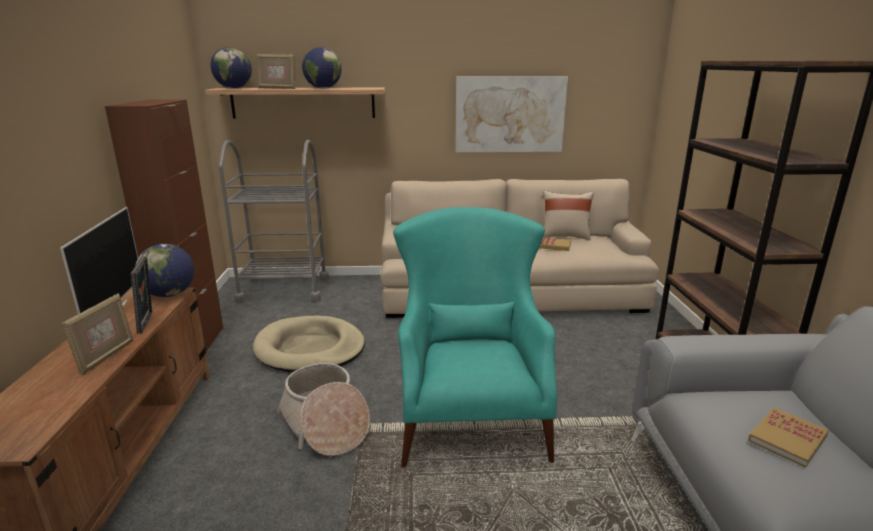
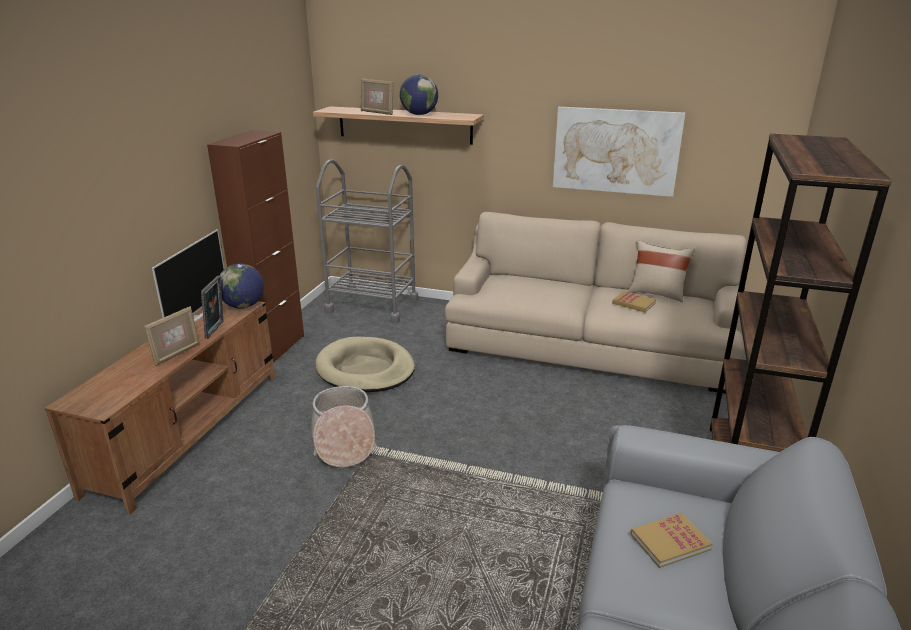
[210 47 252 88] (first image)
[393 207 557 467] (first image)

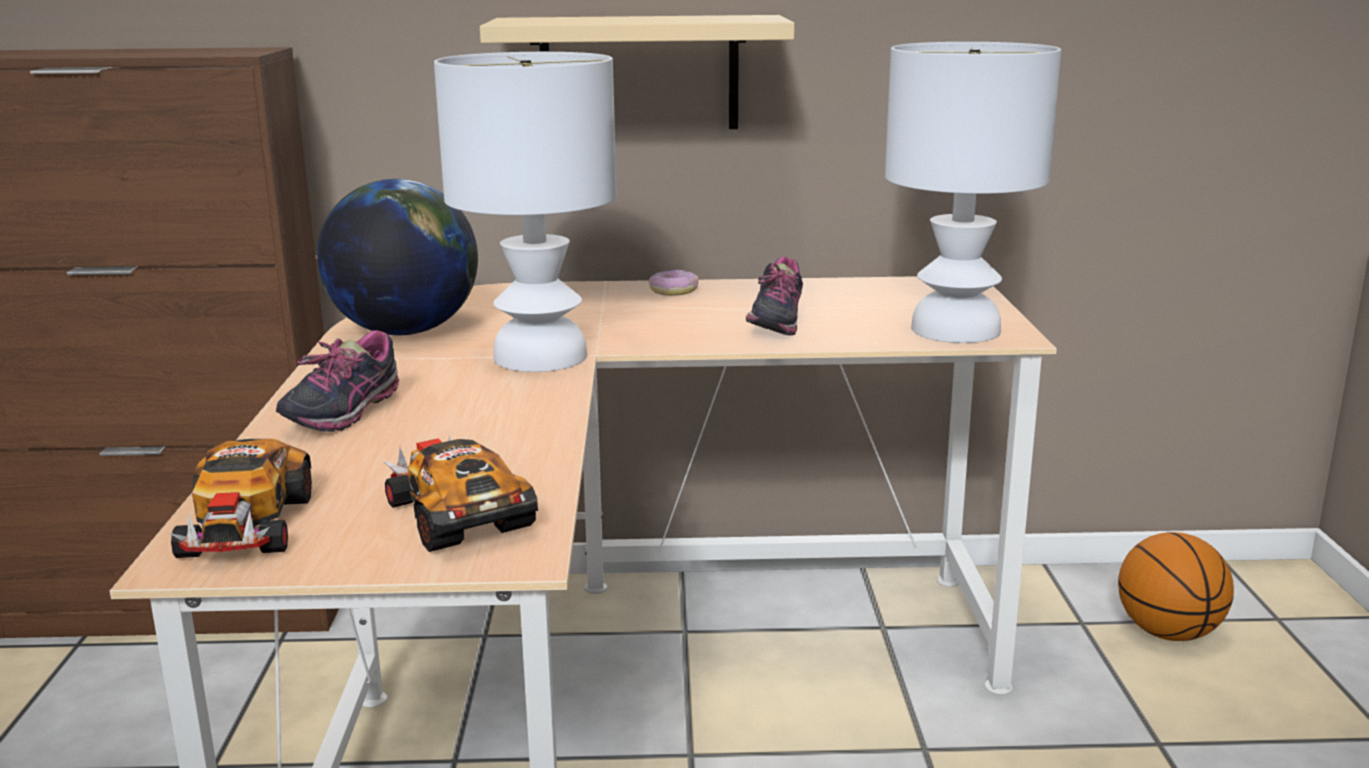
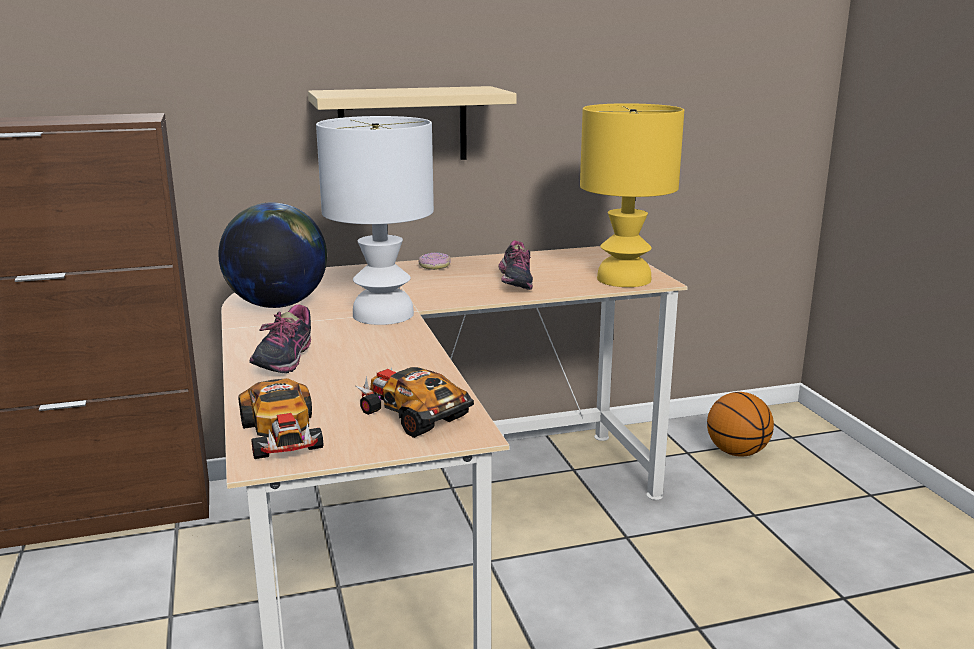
[580 103 684 287]

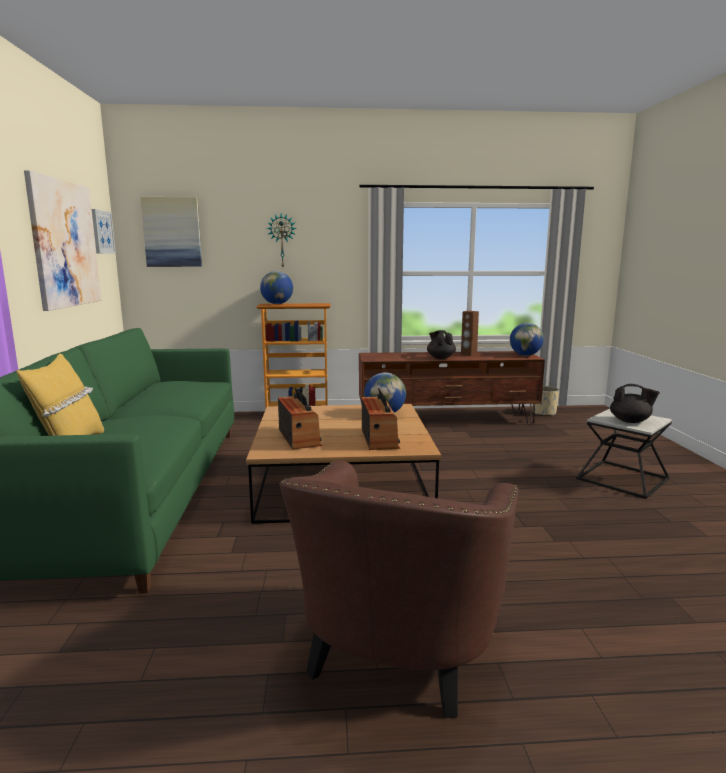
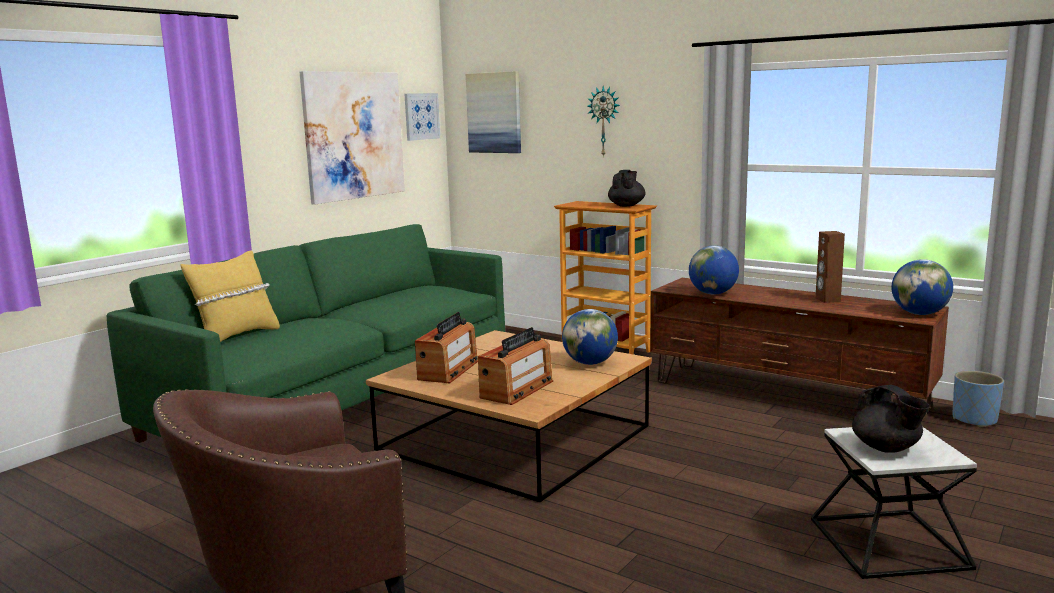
[689 245 739 295]
[608 170 646 207]
[953 371 1004 427]

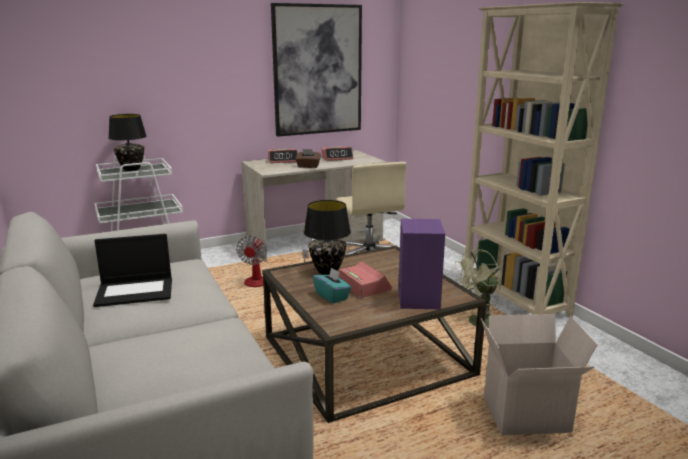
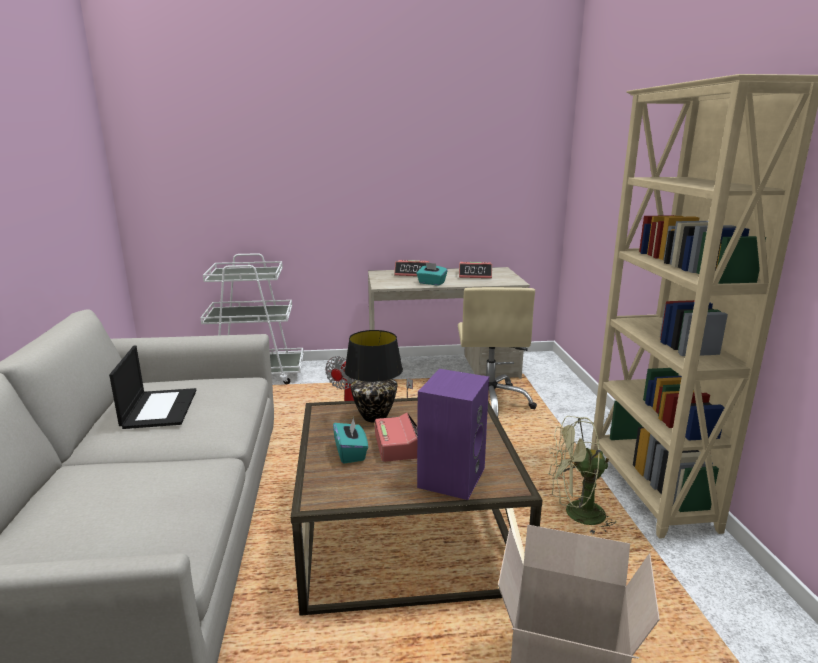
[271 3 362 137] (first image)
[108 114 147 171] (first image)
[416 262 448 285]
[109 346 197 429]

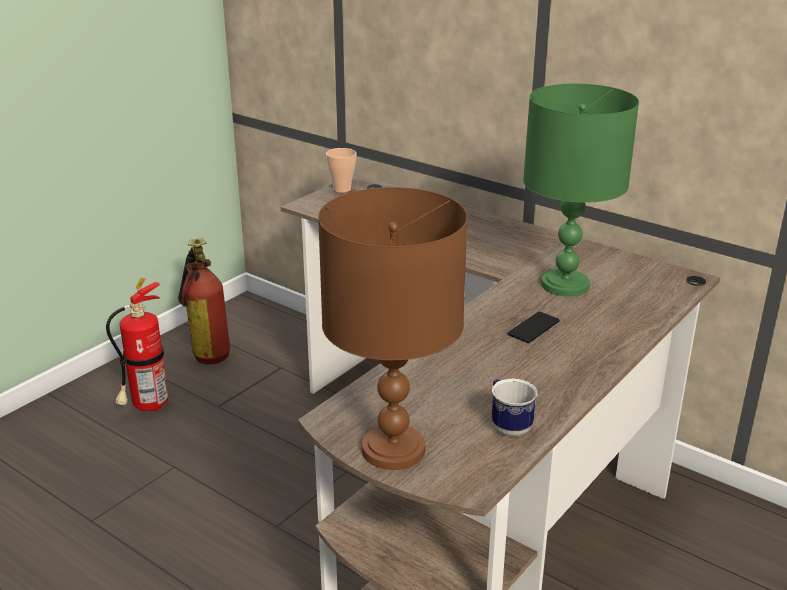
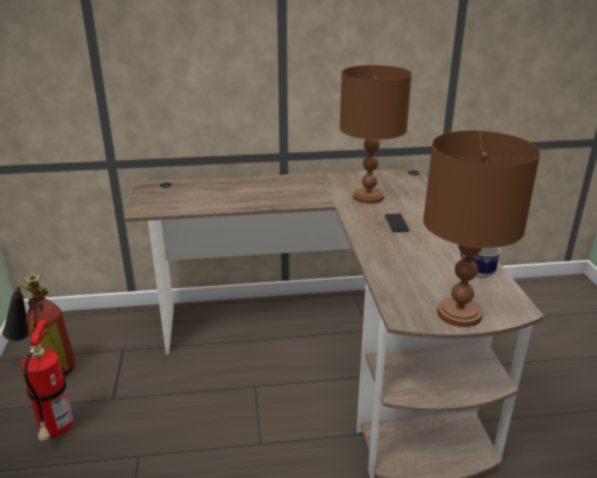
[340 65 412 204]
[326 148 357 193] (first image)

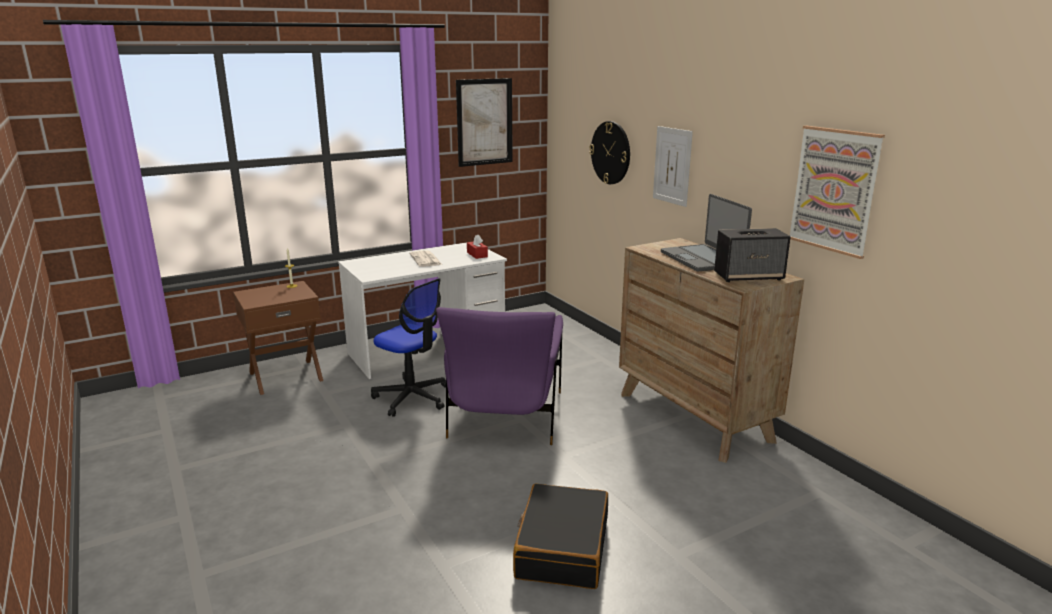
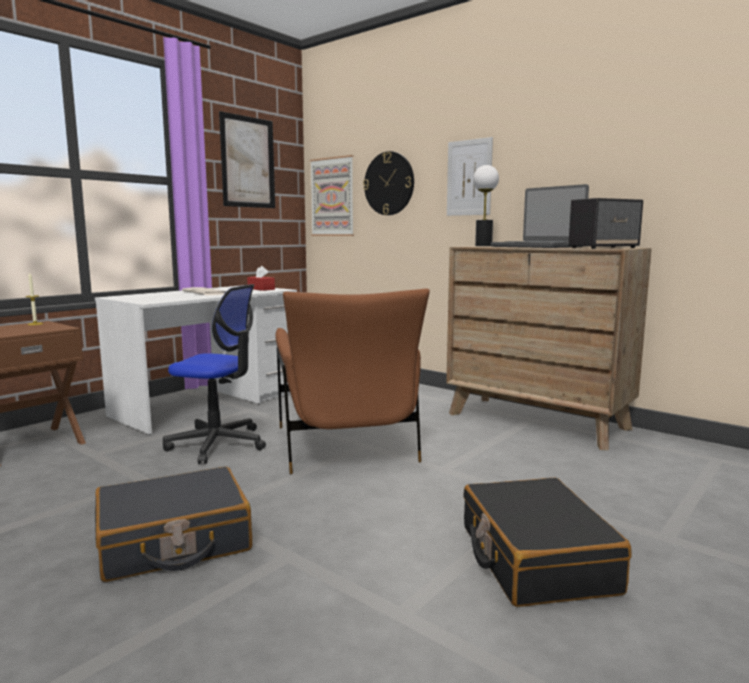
[310 155 354 236]
[275 288 430 474]
[473 165 499 246]
[95 467 252 582]

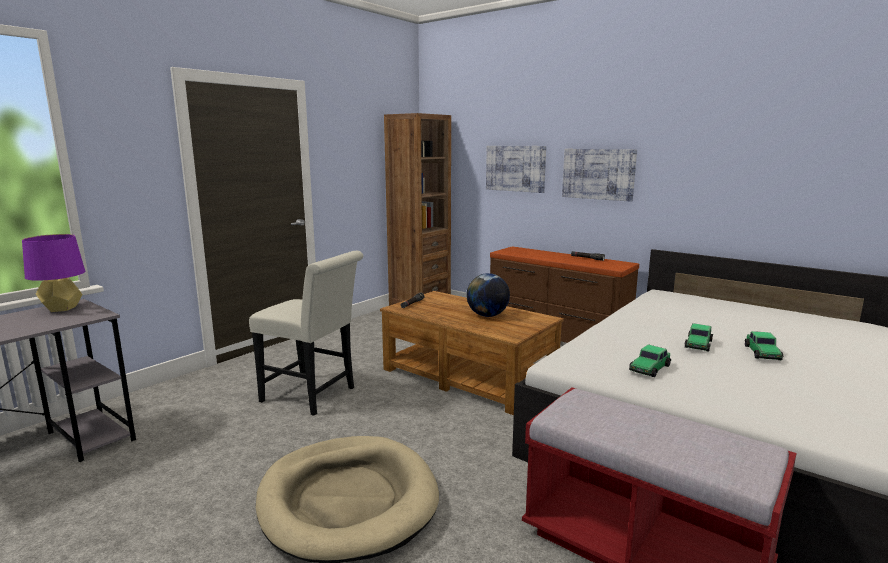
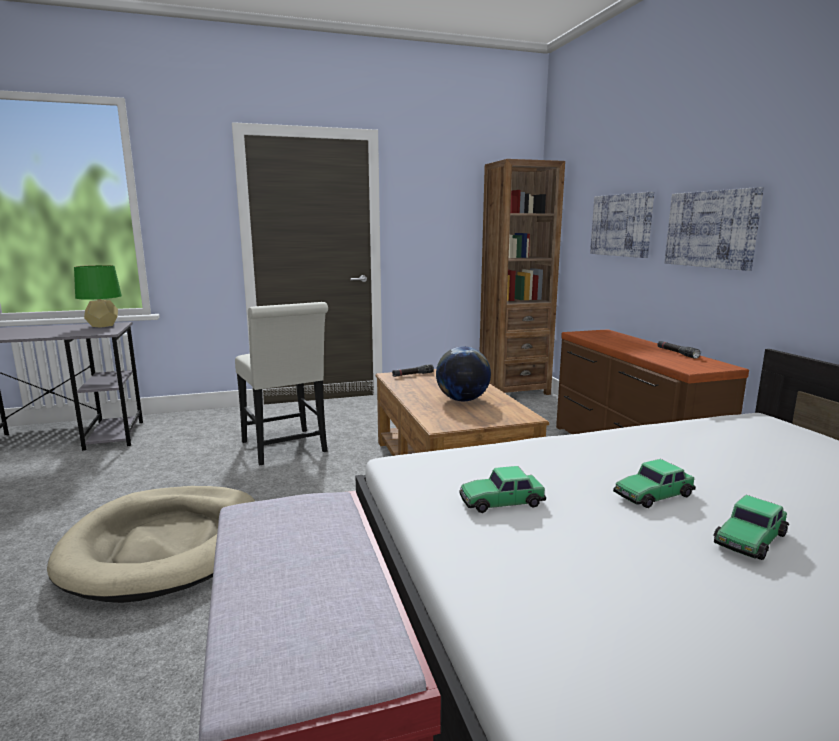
[74 265 122 327]

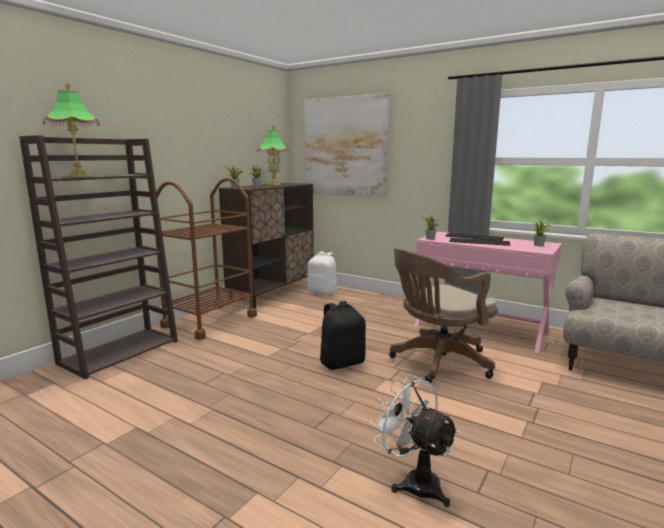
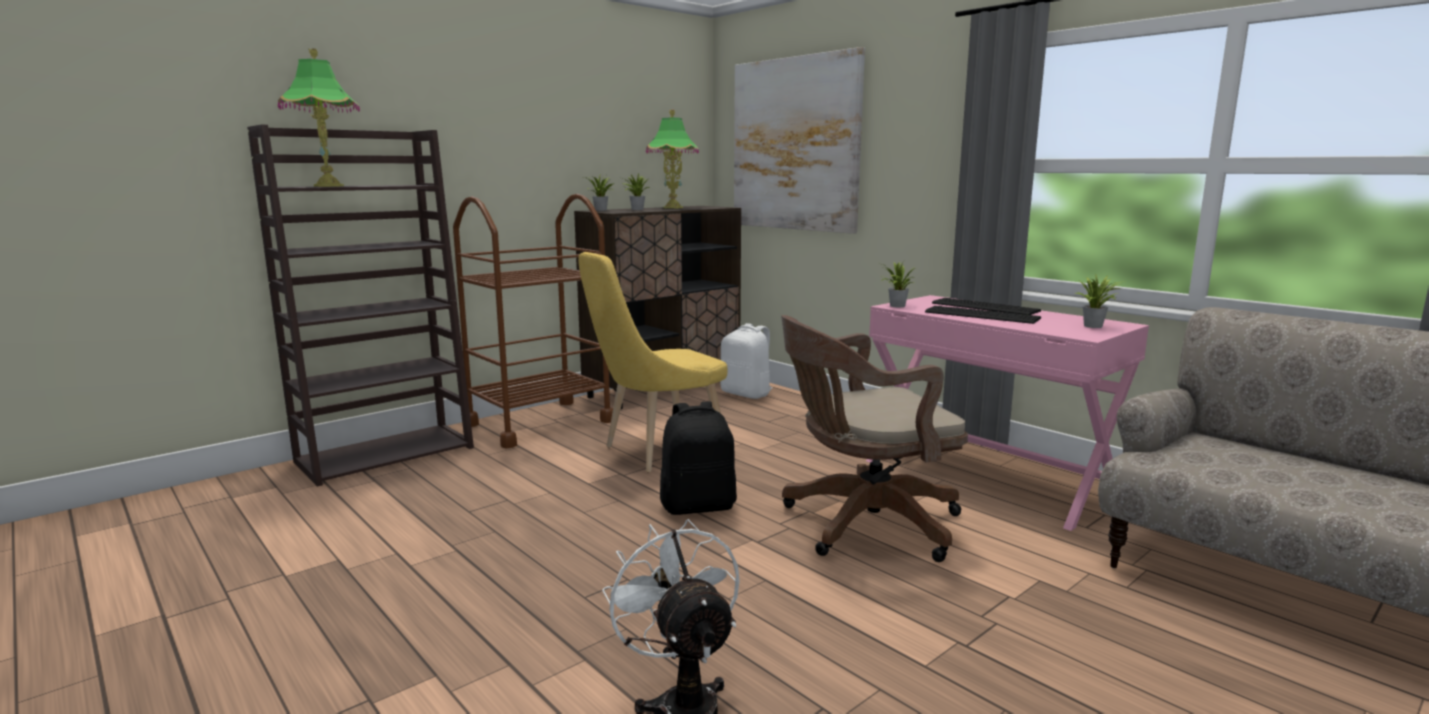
[578 252 727 473]

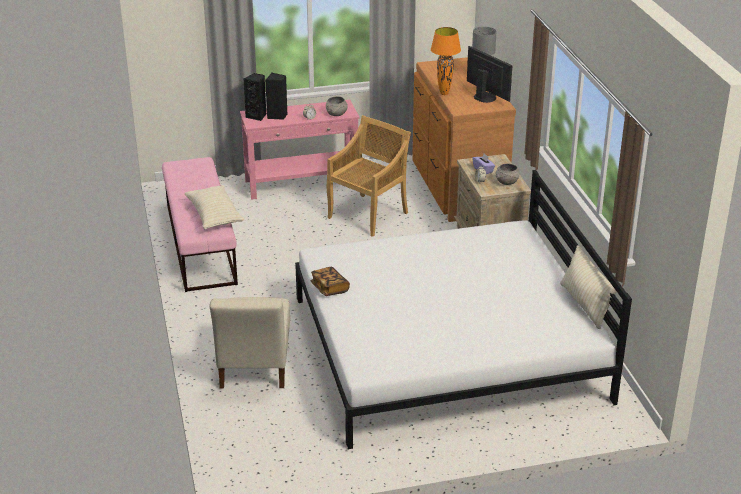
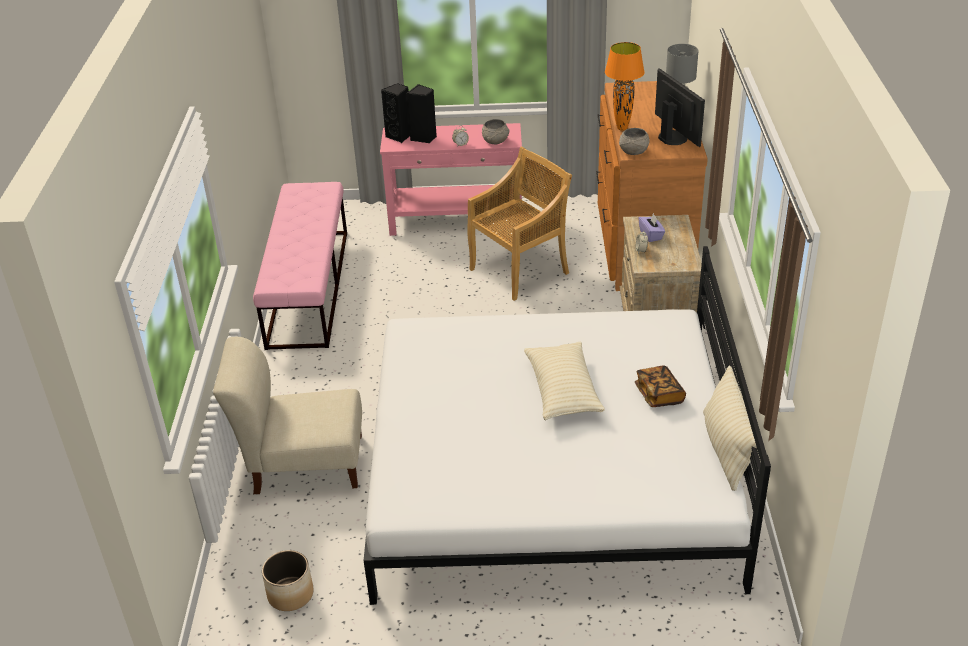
[619 128 650 155]
[524 342 605 420]
[635 365 686 407]
[213 337 362 494]
[262 550 313 611]

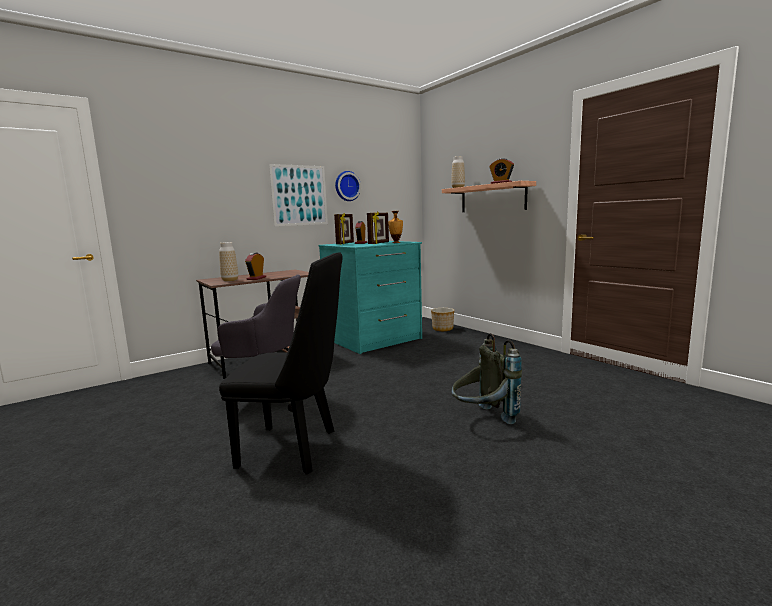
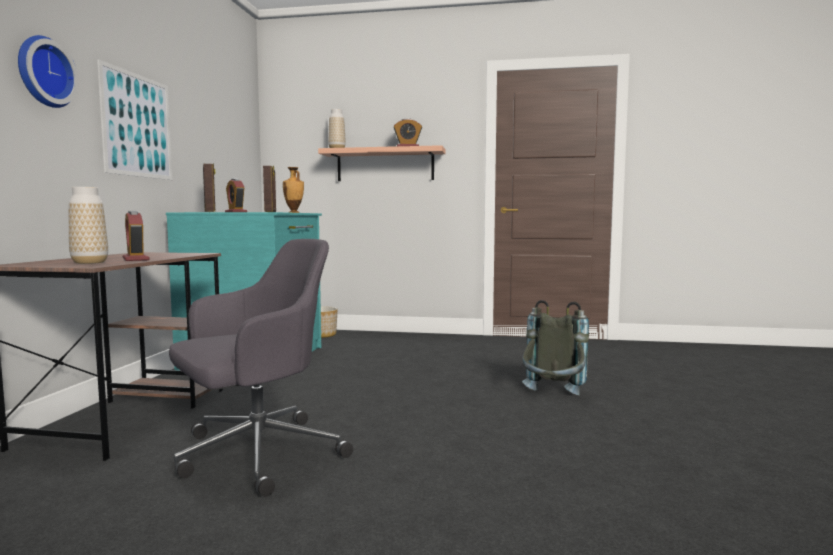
[18 35 79 108]
[219 252 342 475] (first image)

